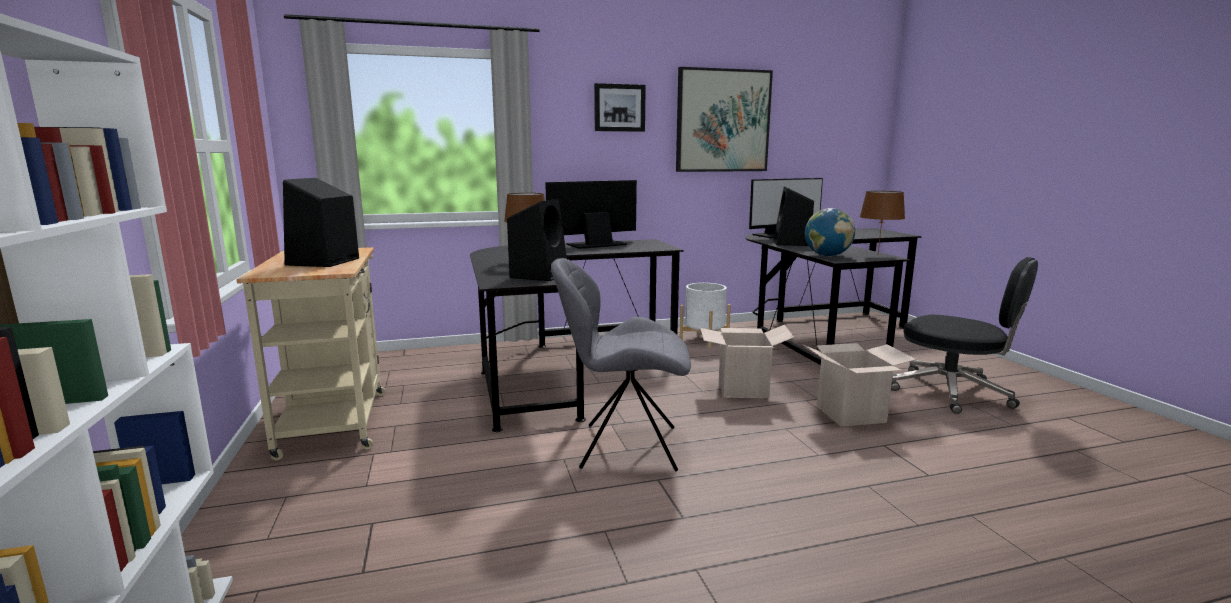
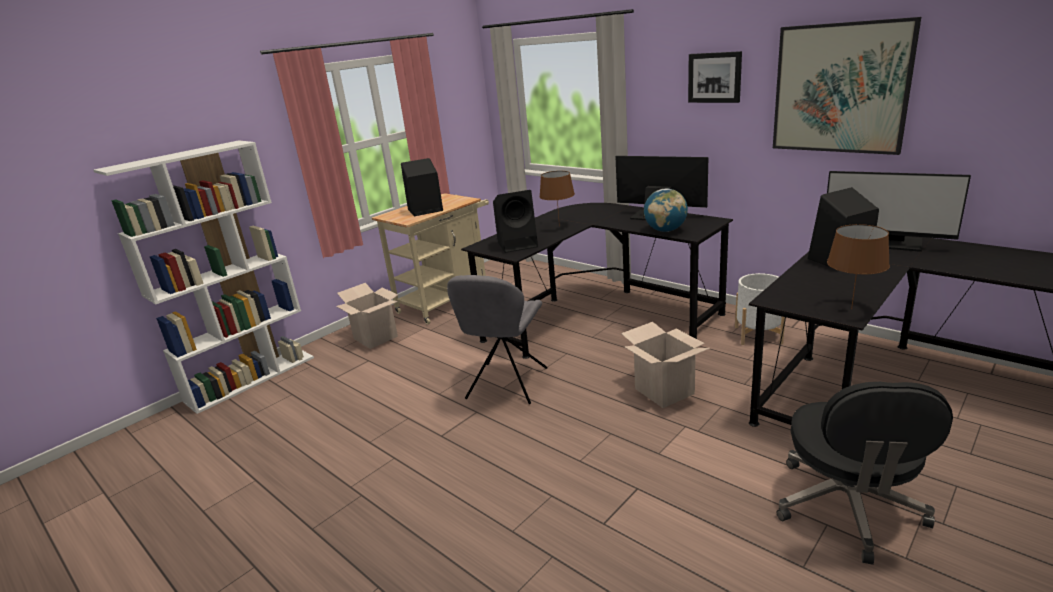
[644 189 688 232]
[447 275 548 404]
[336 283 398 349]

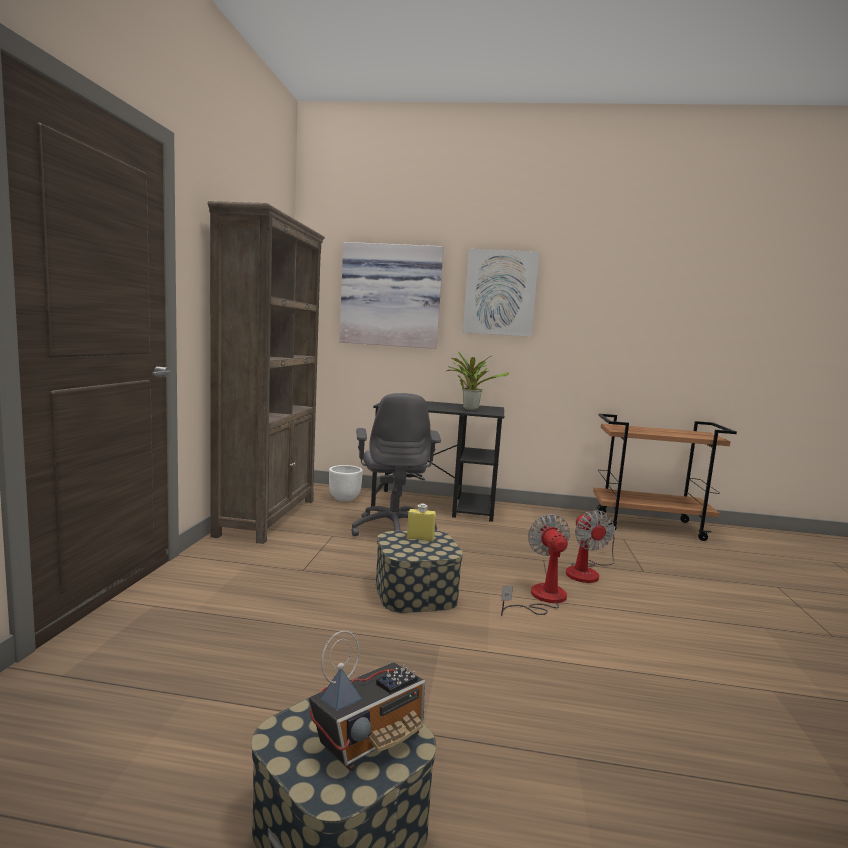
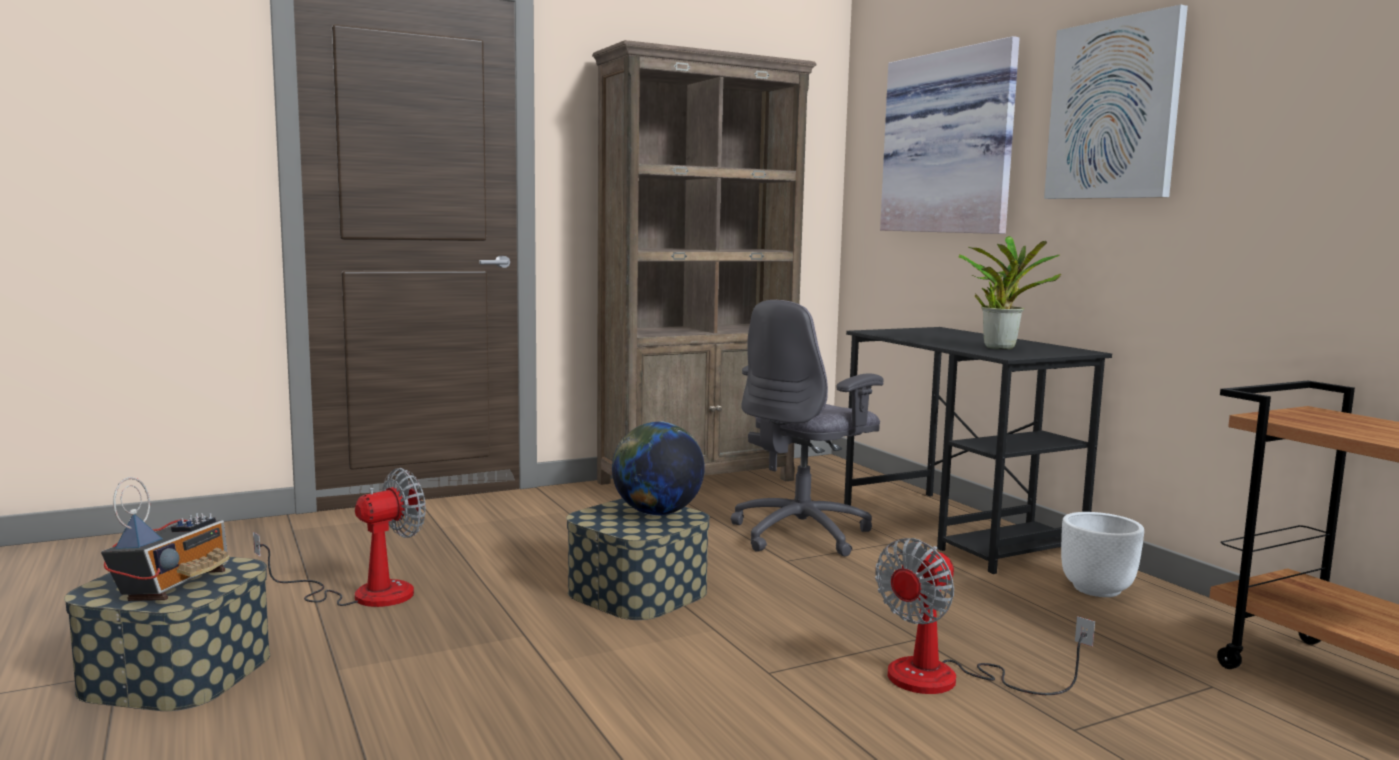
[1061 512 1144 597]
[612 421 704 516]
[253 468 426 607]
[101 477 230 601]

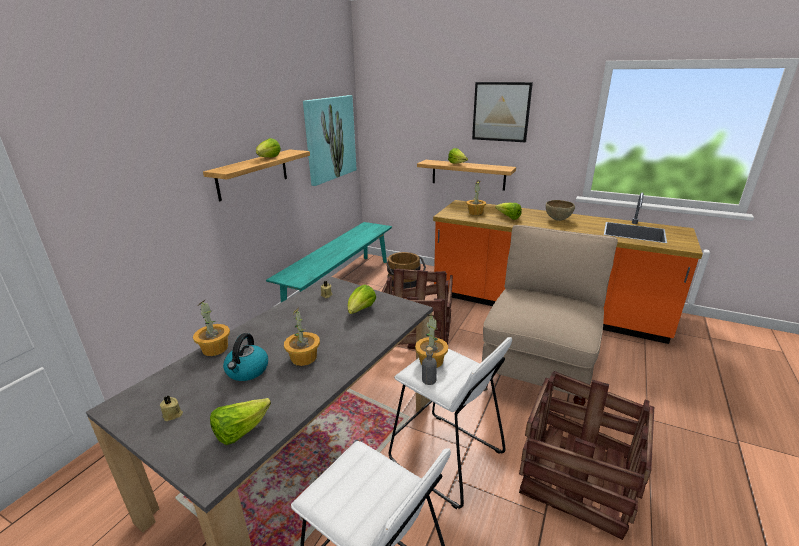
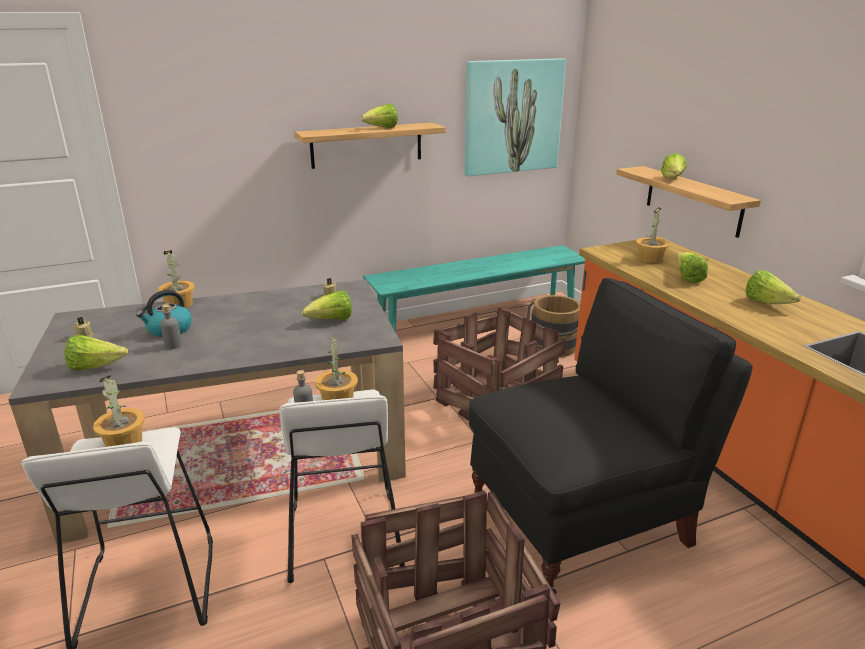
[472 82 533 142] (first image)
[746 270 801 304]
[469 278 753 595]
[93 375 145 447]
[160 304 182 349]

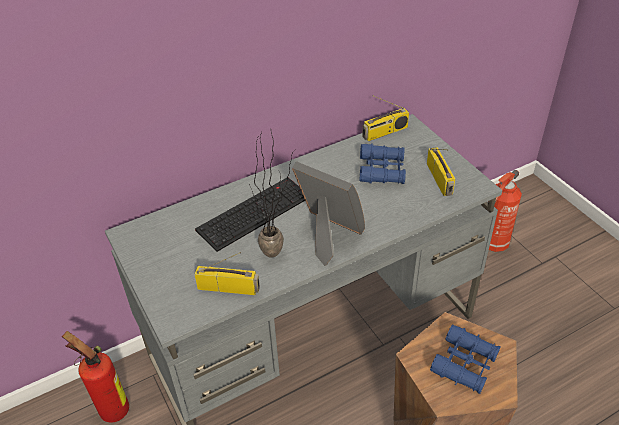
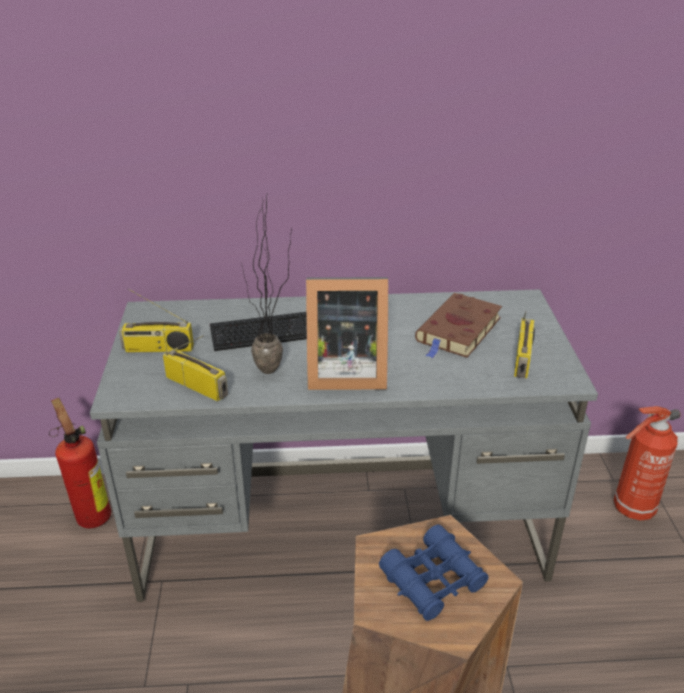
[119 288 194 352]
[415 293 502 358]
[306 277 388 390]

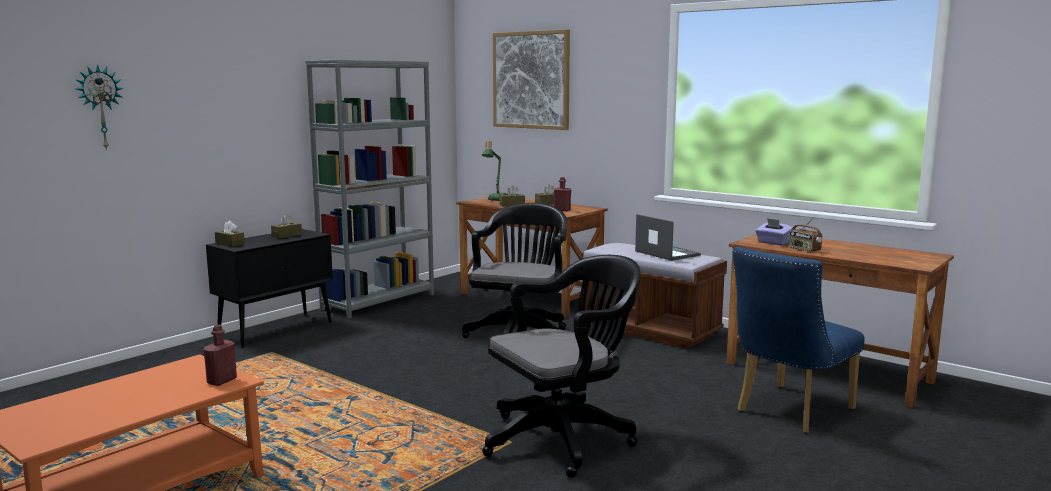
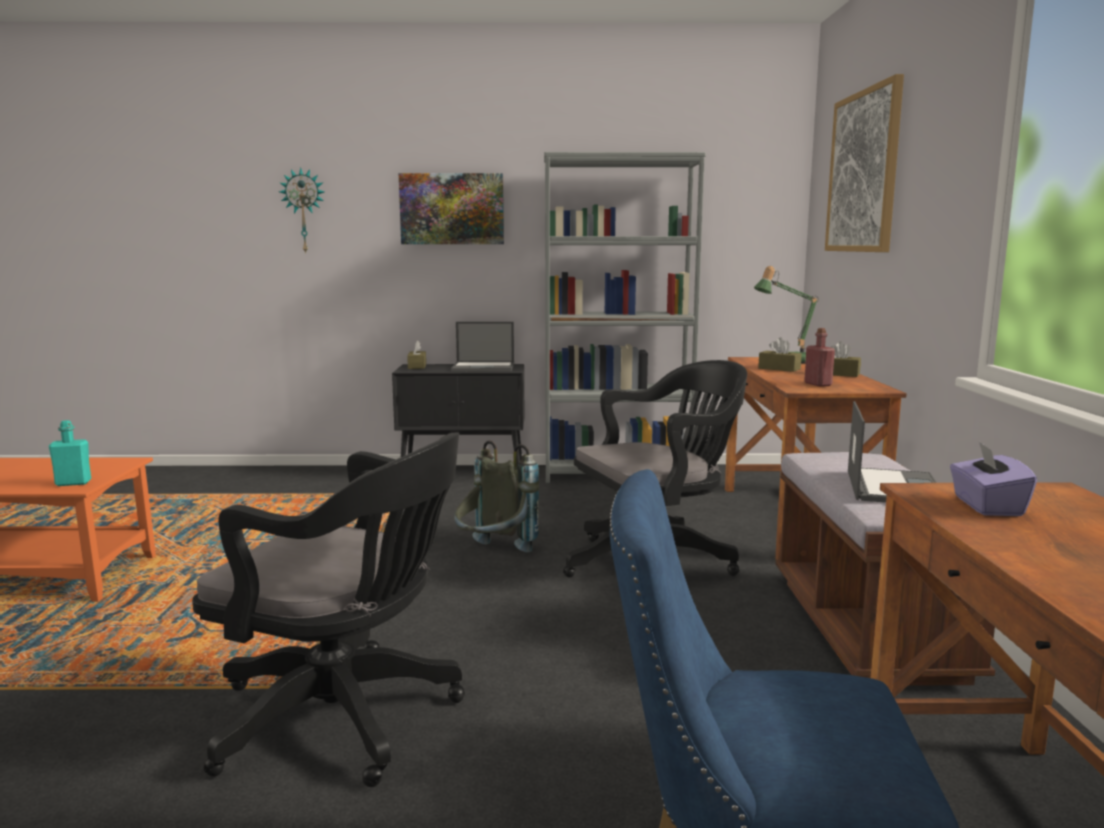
[451 322 514 371]
[789 216 822 252] (first image)
[49 420 91 486]
[399 173 504 244]
[454 440 539 552]

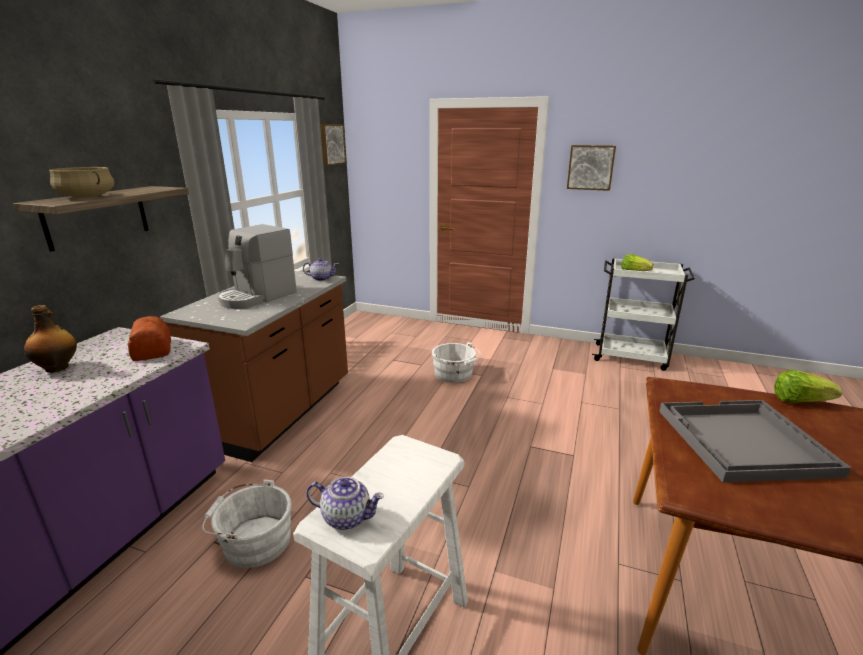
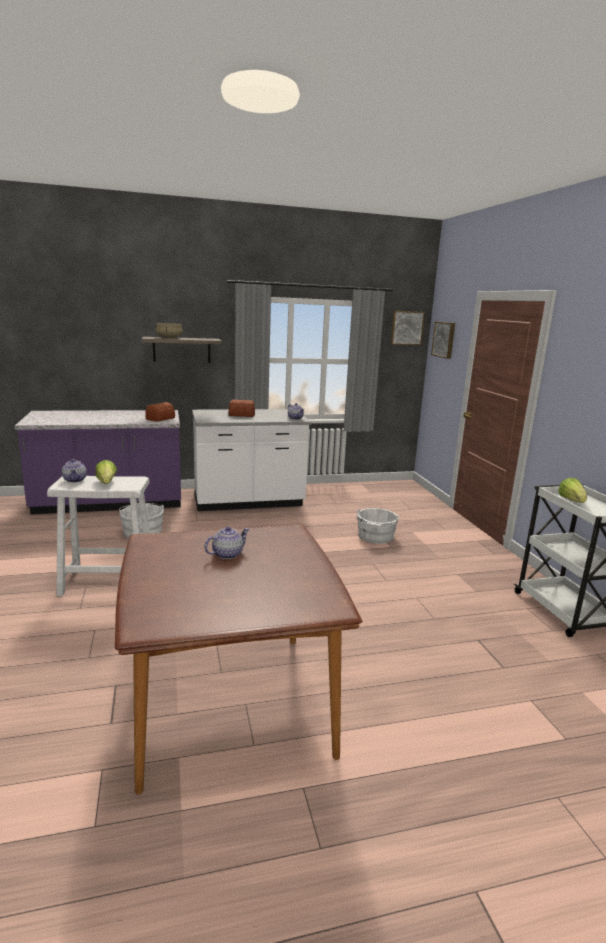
[431 321 455 359]
[229 399 255 417]
[192 409 311 511]
[24 305 77 373] (first image)
[95 460 117 484]
[204 526 249 559]

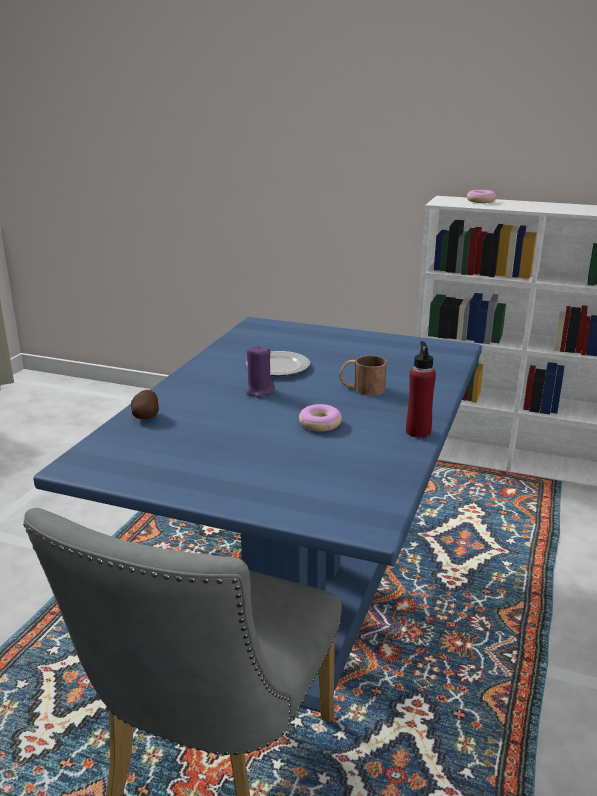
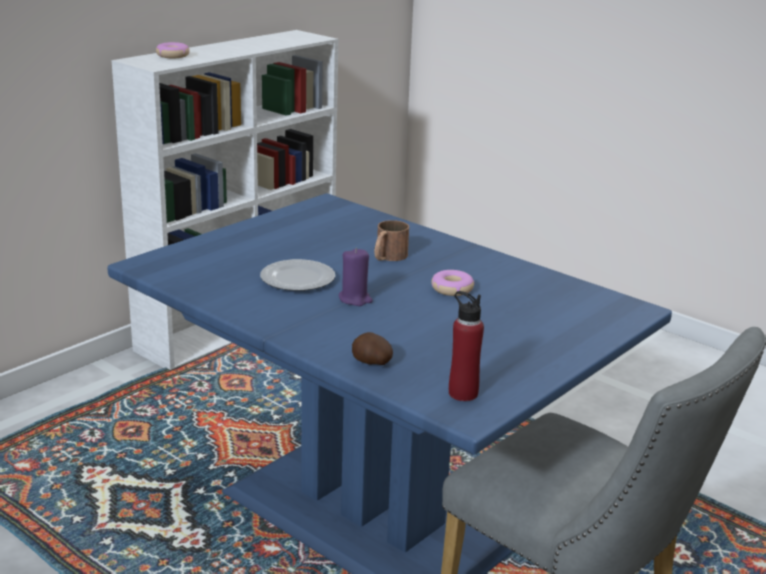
[449 291 484 401]

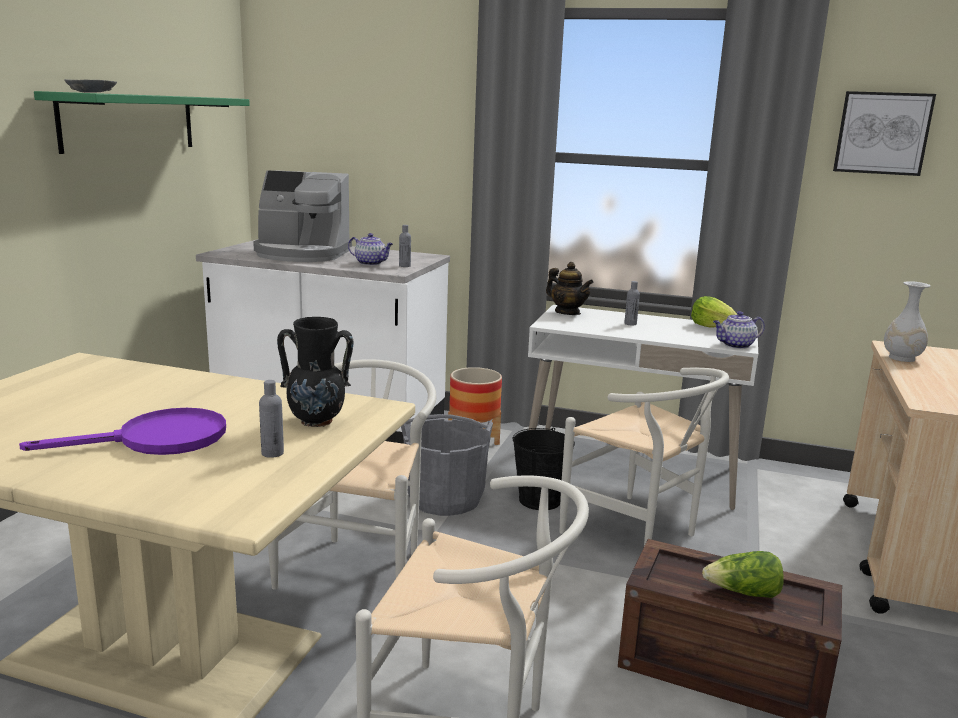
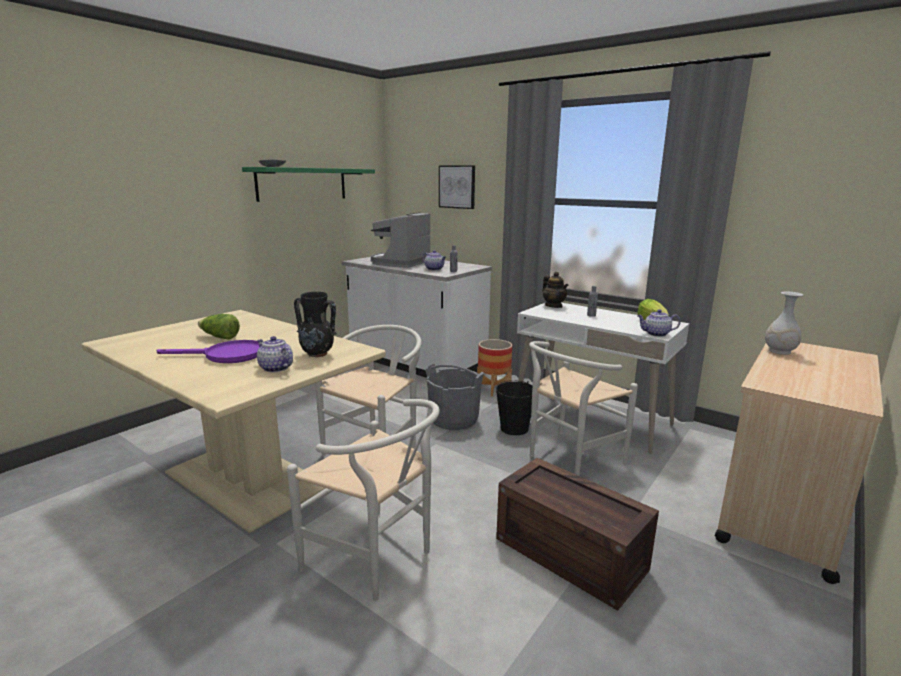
[439 165 475 209]
[371 212 430 268]
[529 341 638 476]
[257 336 293 373]
[198 314 240 339]

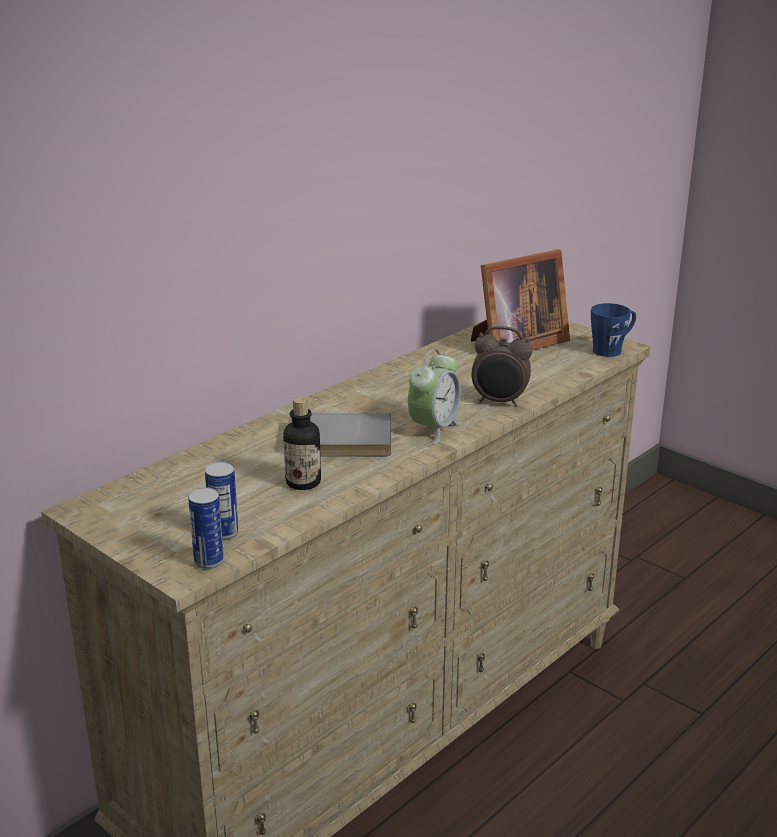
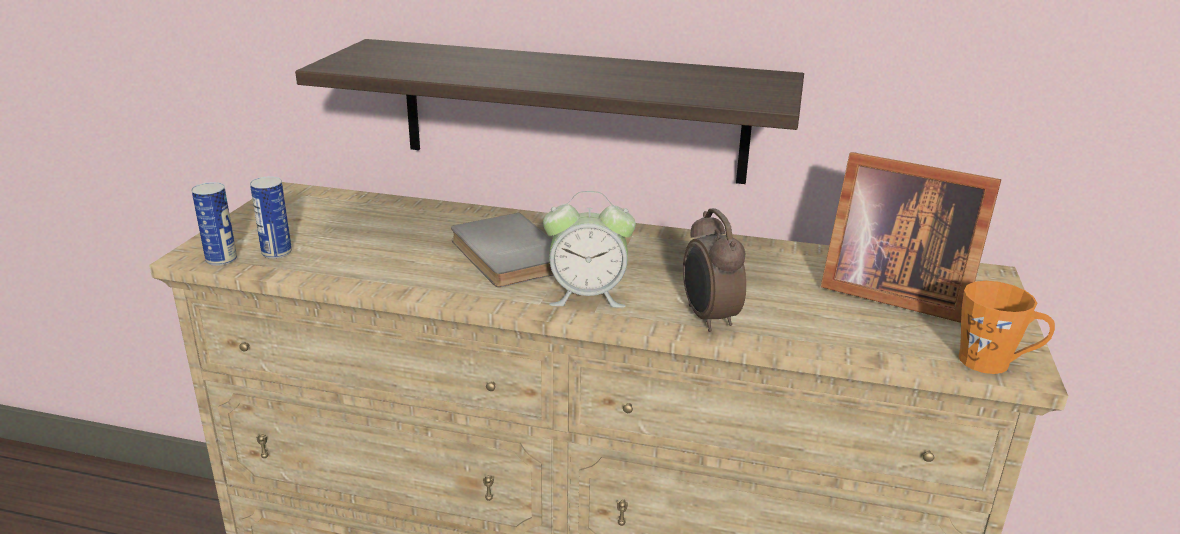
[958 281 1055 374]
[283 397 321 490] (first image)
[295 39 804 184]

